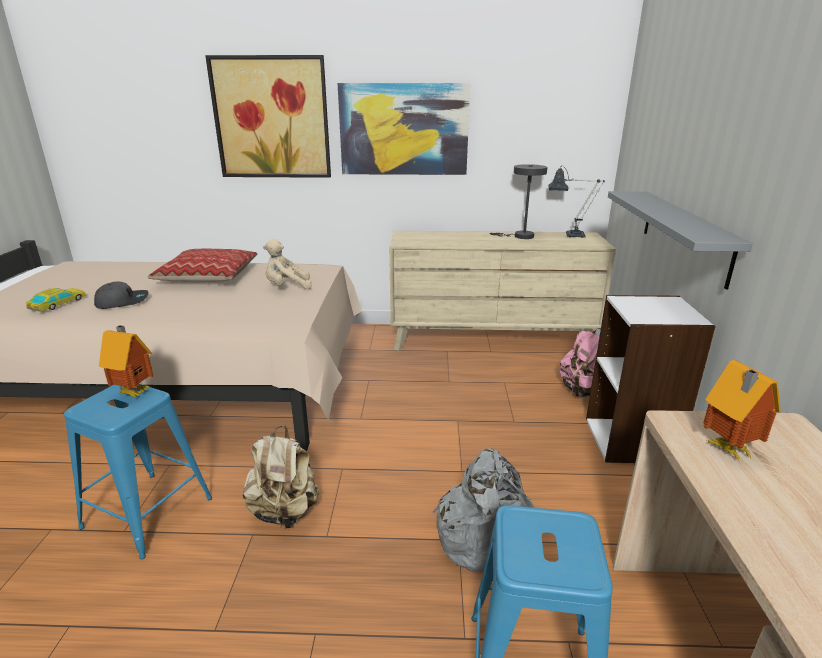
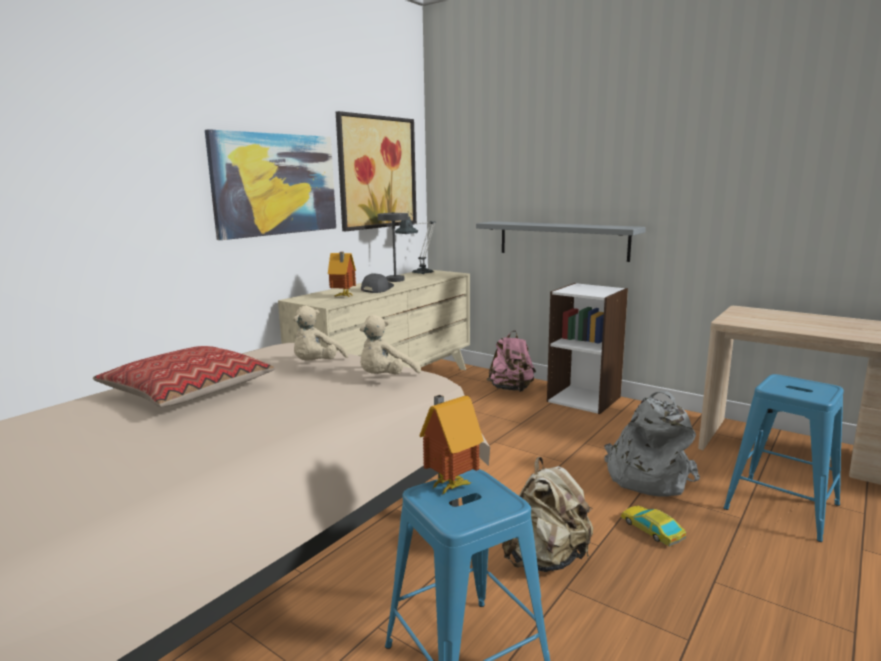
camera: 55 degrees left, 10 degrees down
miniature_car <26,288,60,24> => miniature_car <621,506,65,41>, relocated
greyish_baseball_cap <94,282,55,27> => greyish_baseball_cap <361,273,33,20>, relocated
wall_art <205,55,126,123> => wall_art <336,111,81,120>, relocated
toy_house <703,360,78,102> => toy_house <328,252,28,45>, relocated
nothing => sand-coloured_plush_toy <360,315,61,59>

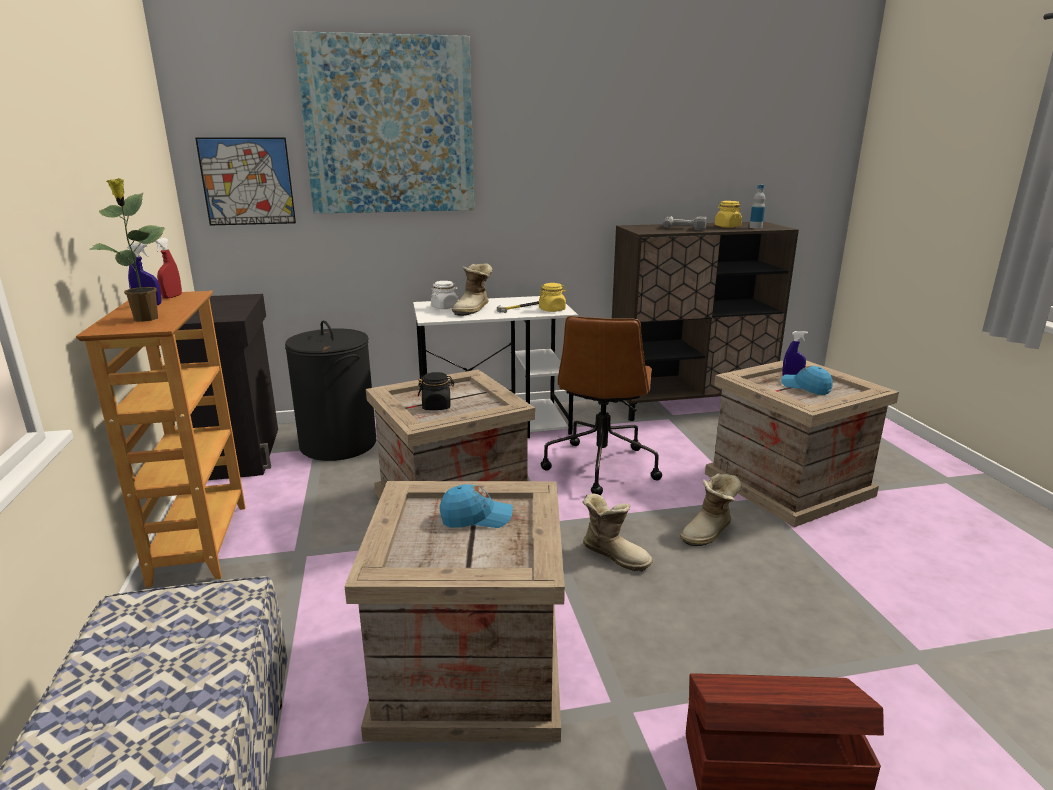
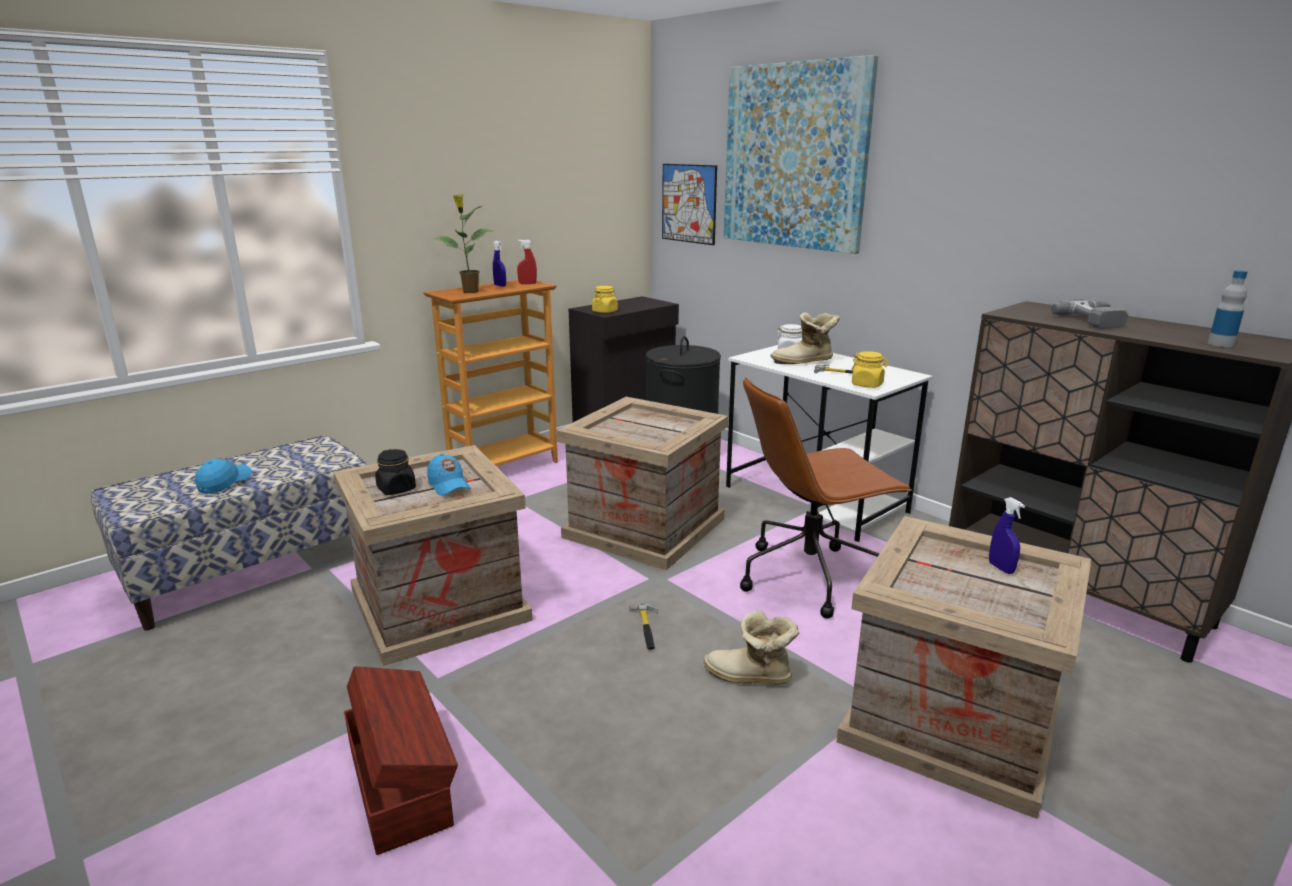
camera: 60 degrees right, 0 degrees up
black-coloured_jar <418,372,36,38> => black-coloured_jar <375,449,41,46>, relocated
boot <582,493,71,79> => hand_hammer <629,603,29,47>
yellow-coloured_jar <715,201,27,27> => yellow-coloured_jar <592,286,26,27>, relocated
bluish_baseball_cap <781,366,52,29> => bluish_baseball_cap <195,458,57,36>, relocated

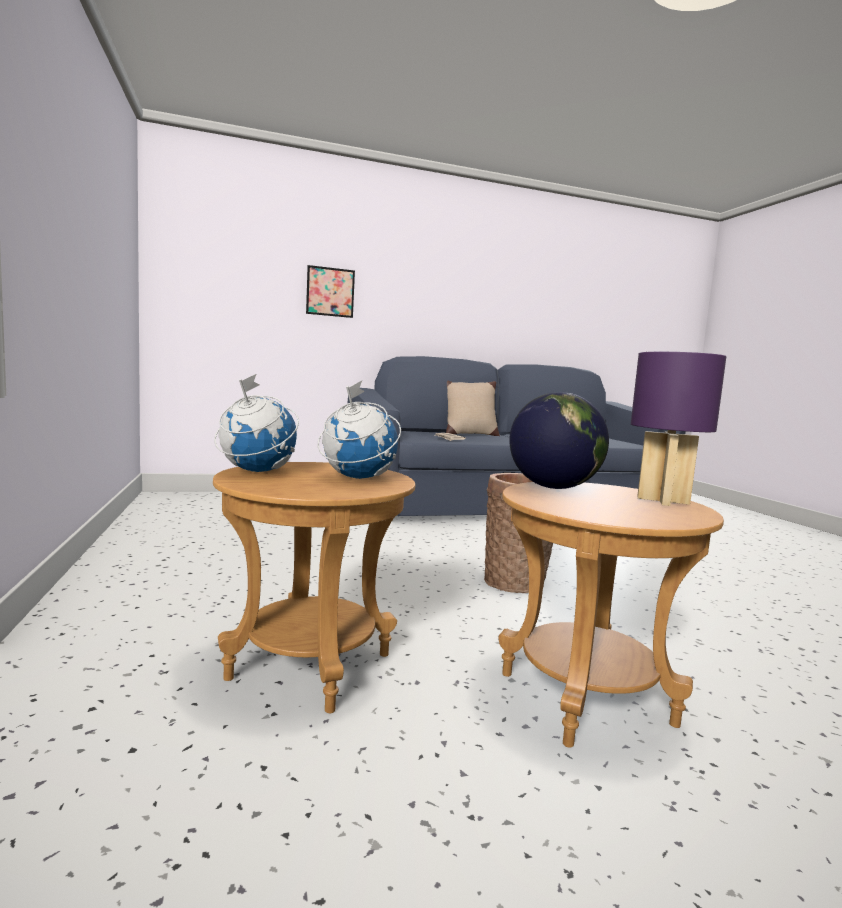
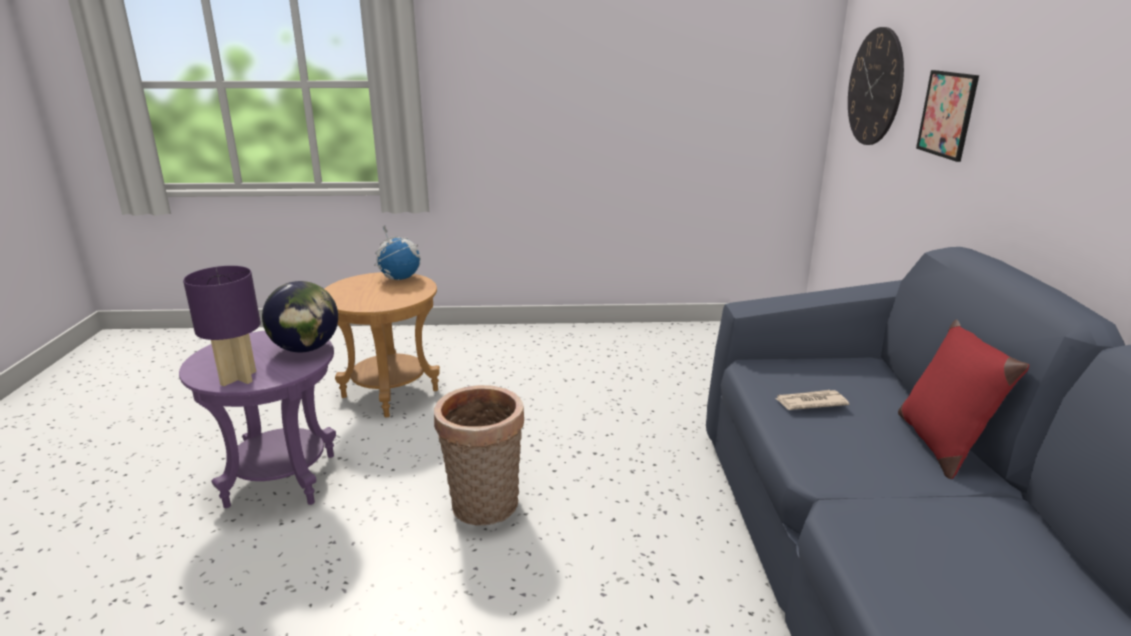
camera: 105 degrees right, 15 degrees up
world_globe <318,381,83,98> => nothing
sand-coloured_pillow <446,381,54,55> => reddish_pillow <898,320,131,159>
brown-coloured_accent_table <499,482,225,266> => purplish_accent_table <179,331,157,177>
nothing => hanging_clock <848,27,56,118>

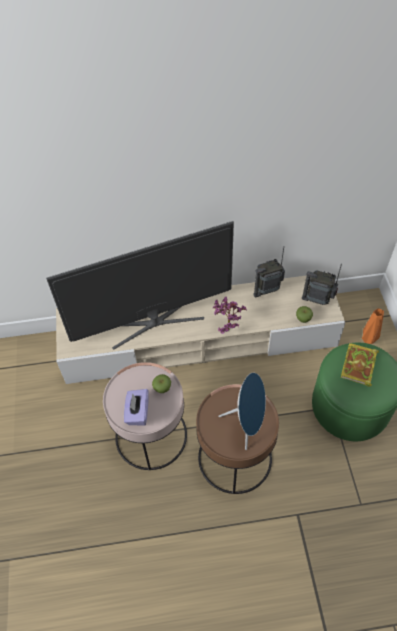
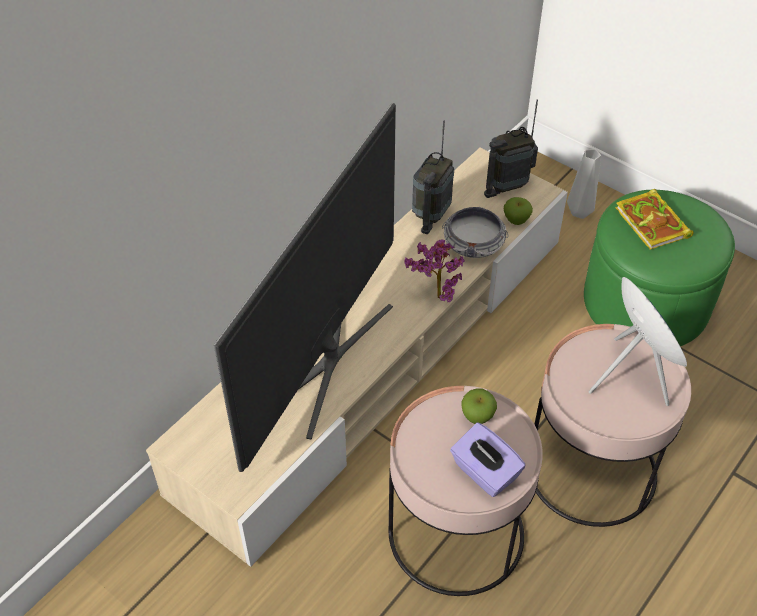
camera: 45 degrees left, 5 degrees down
brown-coloured_accent_table <196,384,83,110> => pinkish_accent_table <534,324,157,203>
orange_flower_vase <362,308,22,36> => greyish_flower_vase <567,149,34,70>
nothing => deep_dish <442,206,66,52>

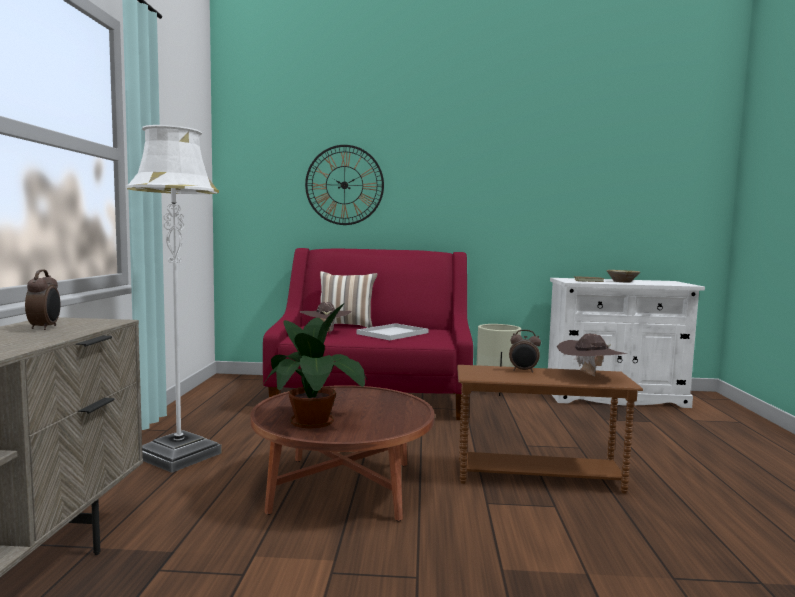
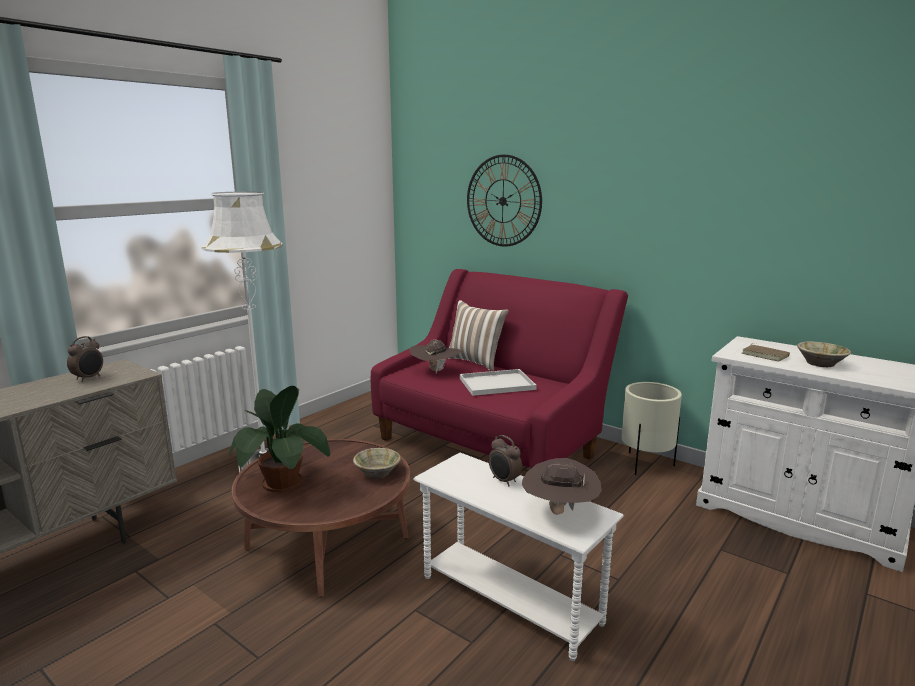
camera: 35 degrees right, 10 degrees up
brown-coloured_accent_table <457,365,186,129> => whitish_accent_table <413,453,210,208>
nothing => sand-coloured_deep_dish <353,448,48,31>

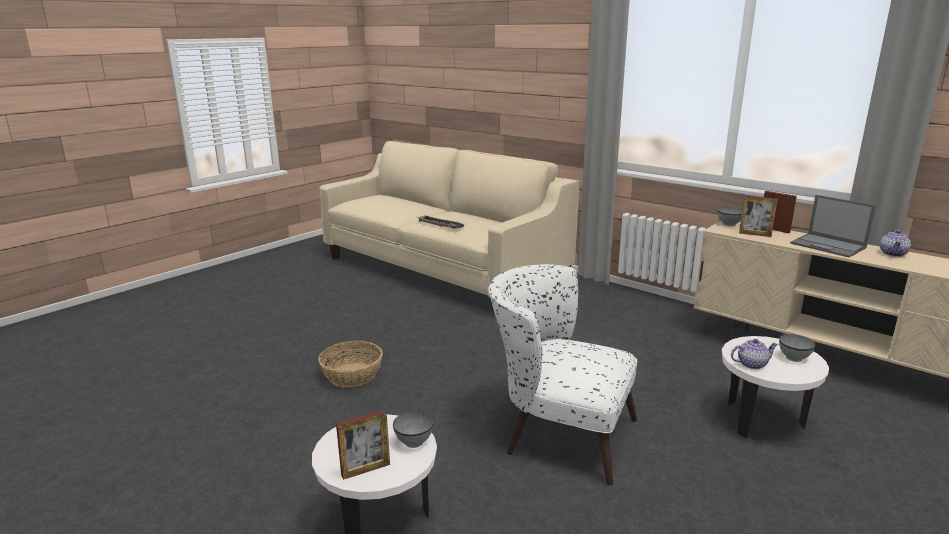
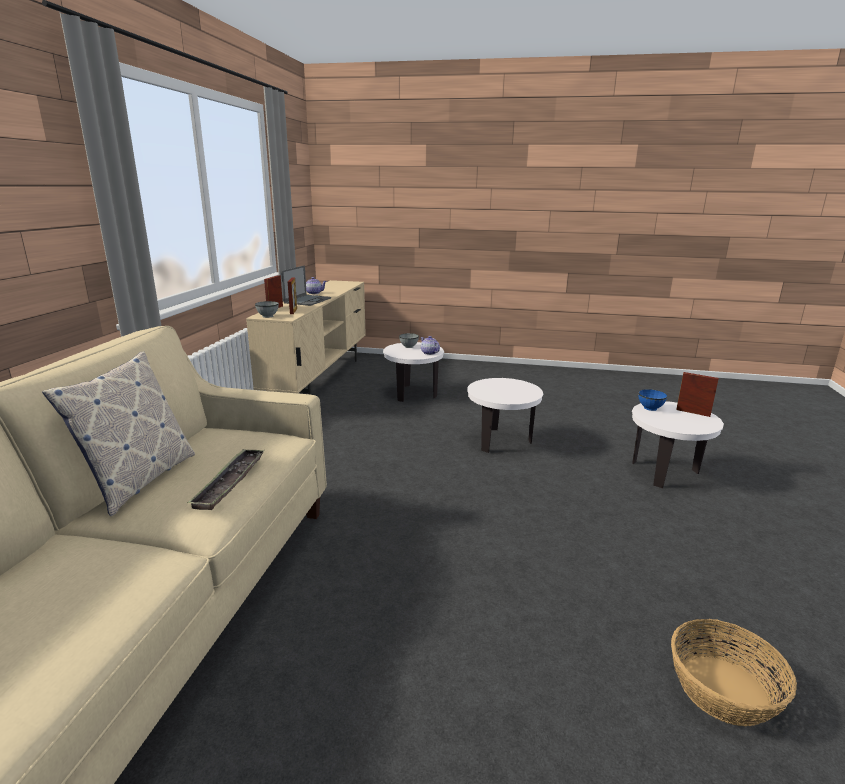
camera: 120 degrees left, 0 degrees up
storage_basket <318,341,65,47> => storage_basket <671,619,126,108>, relocated
greyish_deep_dish <393,411,40,37> => bluish_deep_dish <638,389,29,22>
whitish_lounge_chair <489,264,148,221> => whitish_accent_table <467,378,76,75>
nothing => pillow <42,351,153,165>

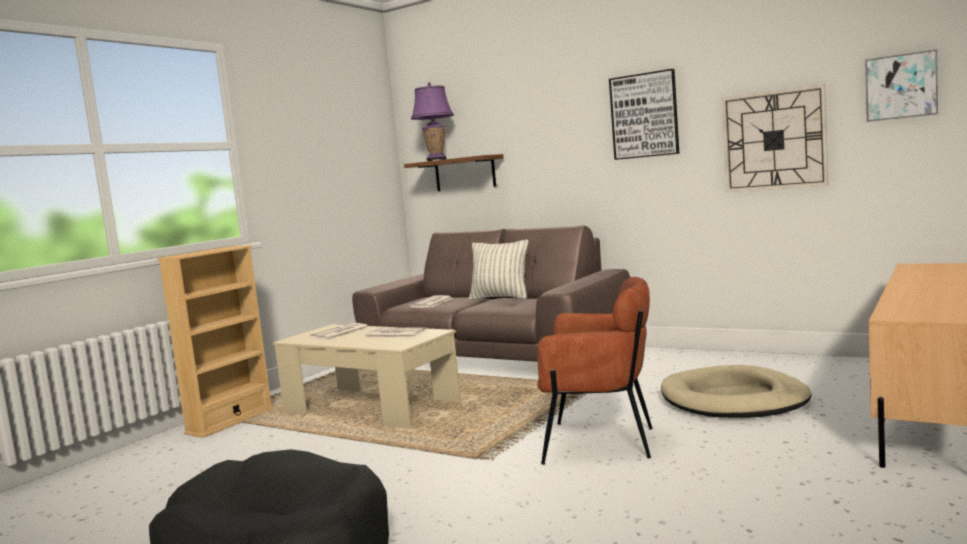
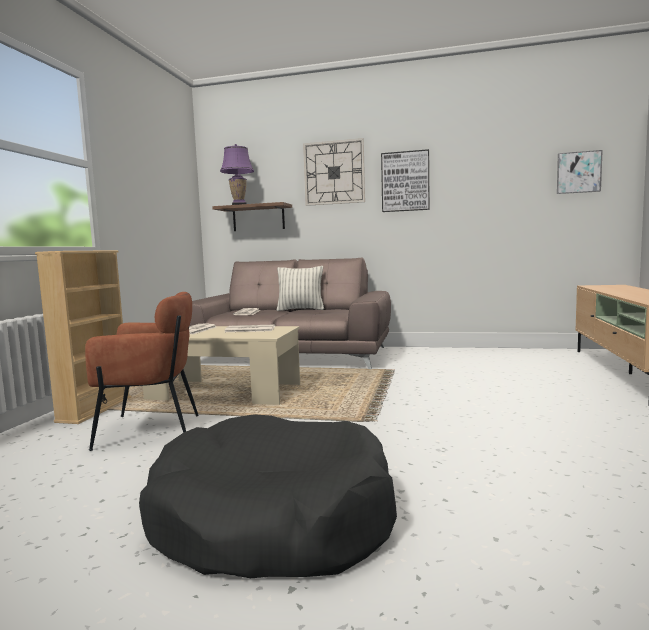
camera: 20 degrees left, 0 degrees up
brown-coloured_lounge_chair <537,277,116,188> => brown-coloured_lounge_chair <85,292,114,159>, relocated
sand-coloured_dog_bed <661,365,151,53> => nothing
hanging_clock <722,84,107,108> => hanging_clock <303,138,62,68>, relocated

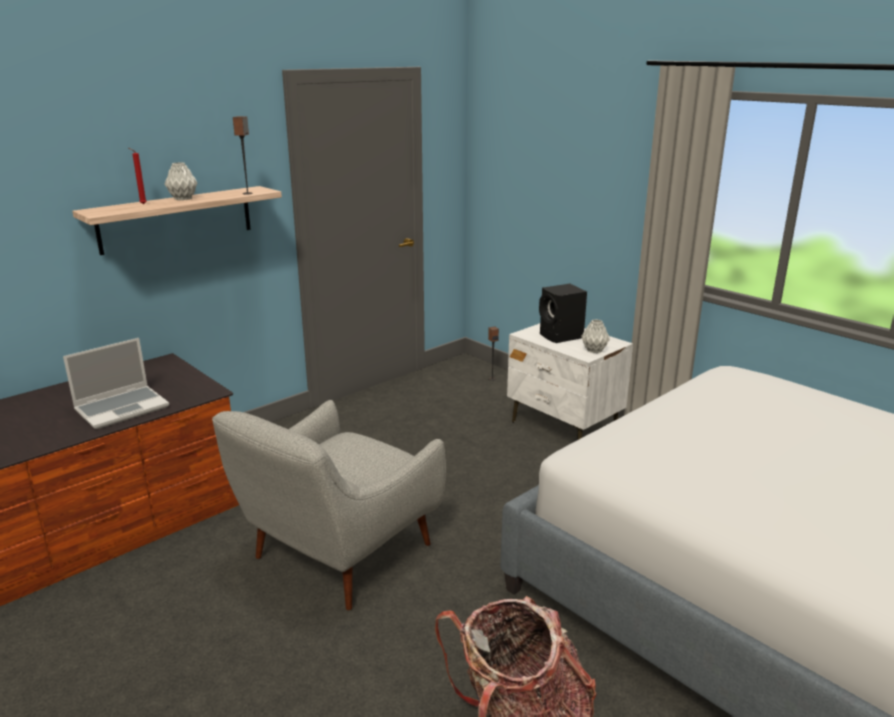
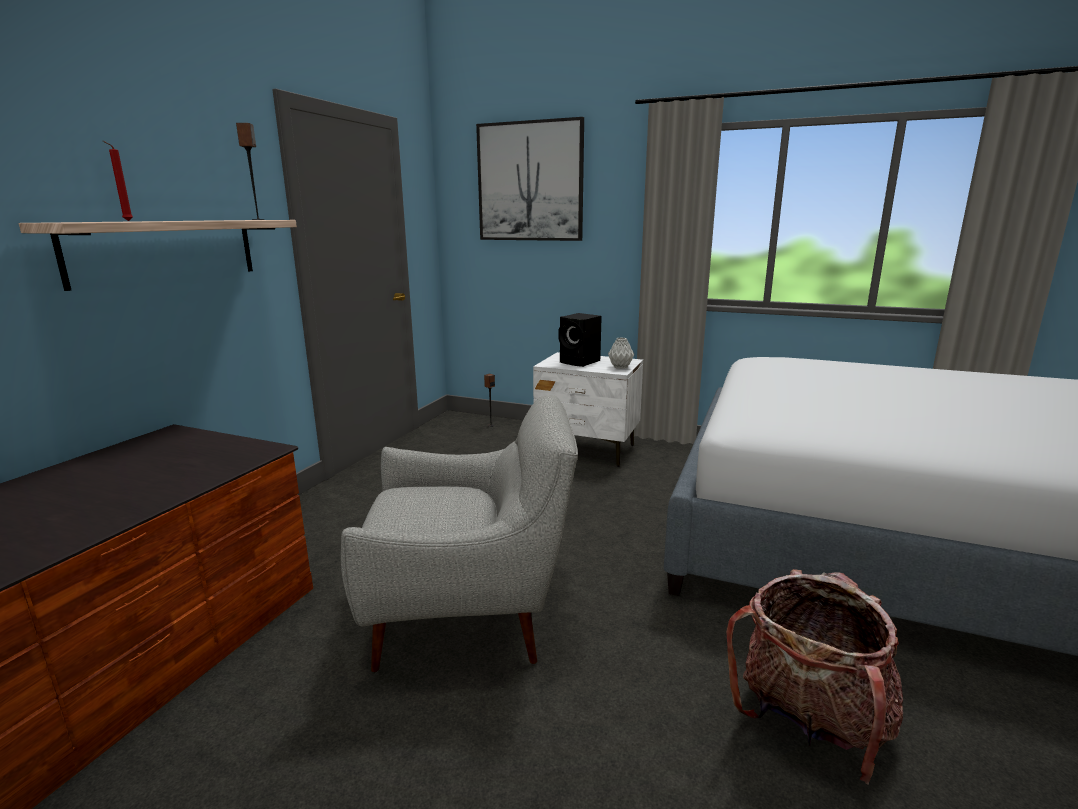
camera: 25 degrees left, 5 degrees down
notebook_computer <63,338,106,91> => nothing
greyish_flower_vase <164,162,33,39> => nothing
greyish_lounge_chair <212,400,234,210> => greyish_lounge_chair <341,395,237,277>, 105 degrees counterclockwise
nothing => wall_art <476,117,108,124>

